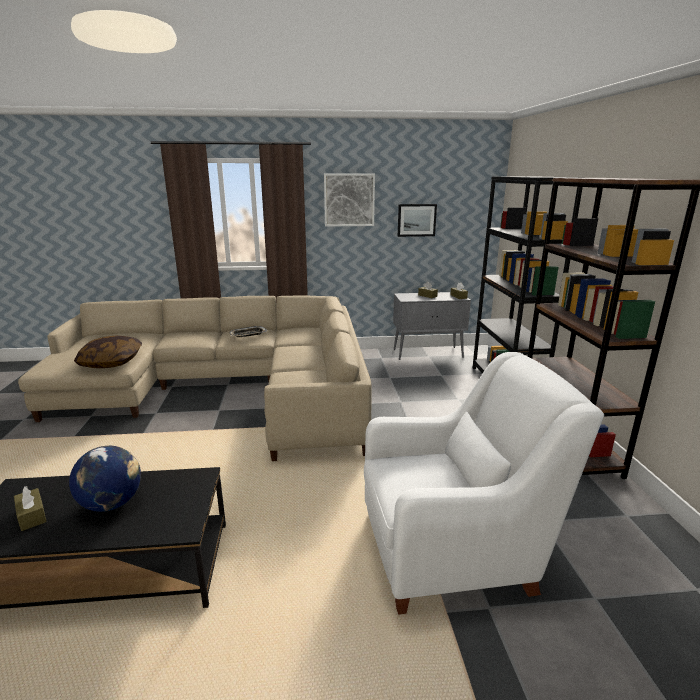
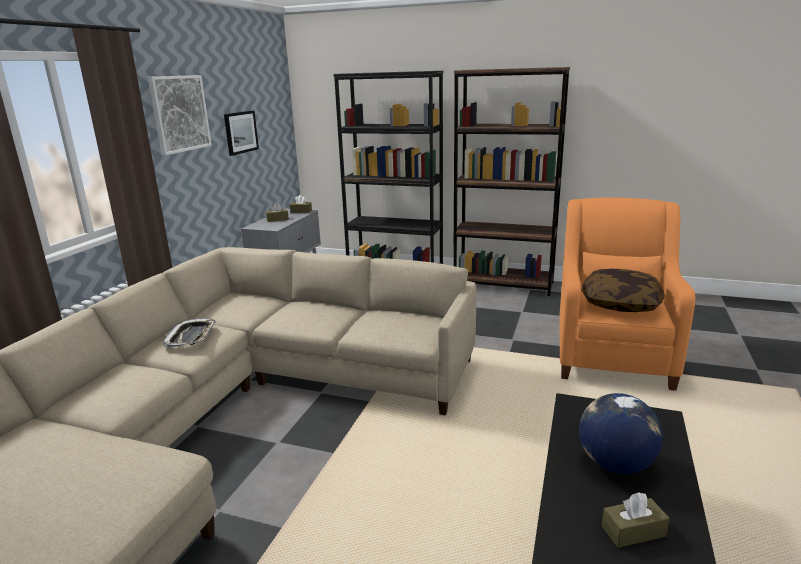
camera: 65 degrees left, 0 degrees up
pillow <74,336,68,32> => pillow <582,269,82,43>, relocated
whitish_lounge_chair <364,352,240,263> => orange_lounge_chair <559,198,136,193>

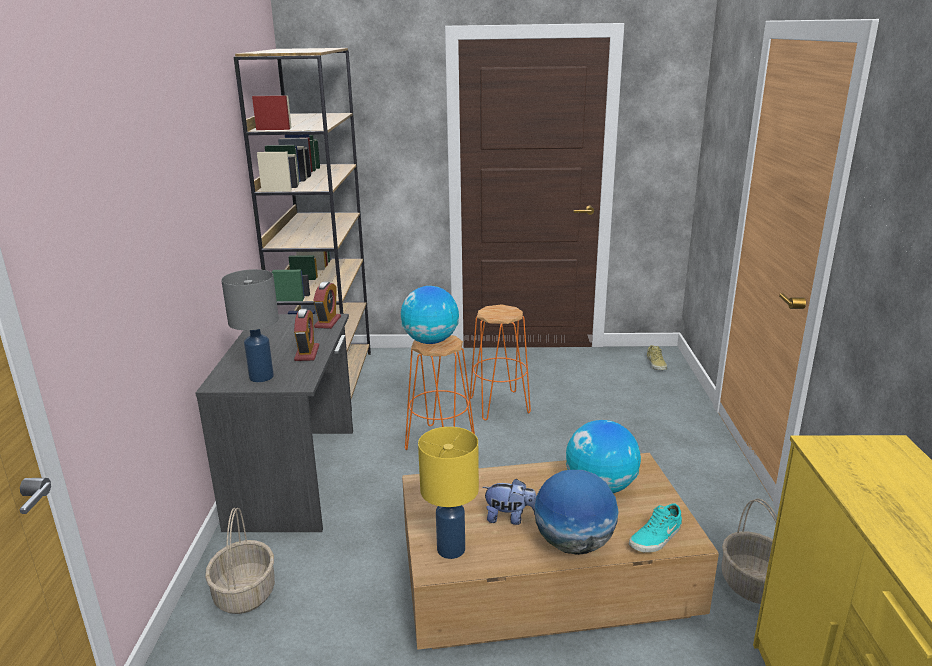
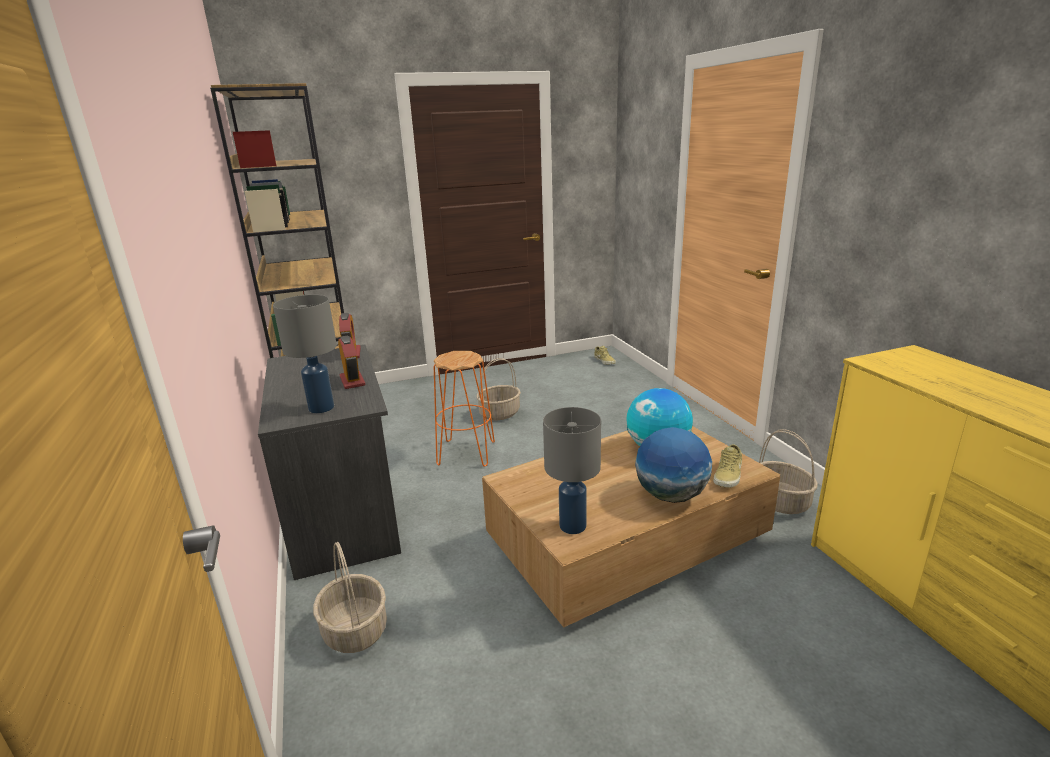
camera: 20 degrees left, 0 degrees up
world_globe <401,286,58,58> => nothing
yellow-coloured_tabletop_lamp <418,427,61,132> => greyish_tabletop_lamp <543,407,58,127>
orange_sitting_stool <470,304,61,116> => storage_basket <476,358,45,62>
plush_toy <482,479,54,46> => nothing
turquoise-coloured_shoe <629,503,53,50> => sand-coloured_shoe <713,444,29,44>

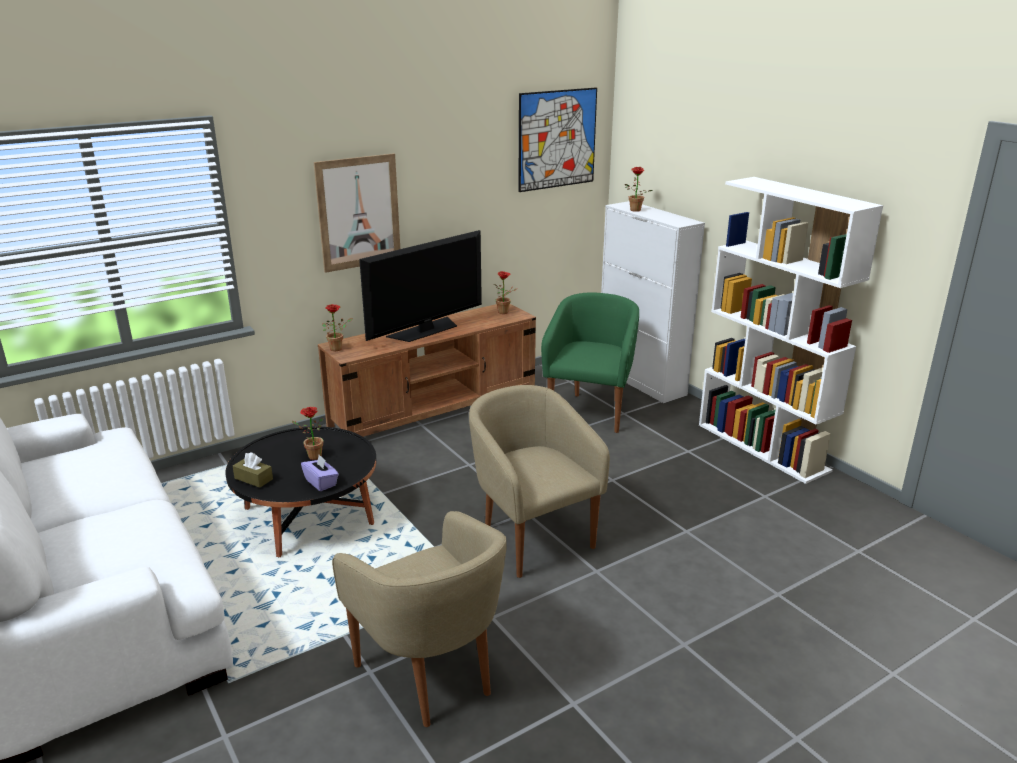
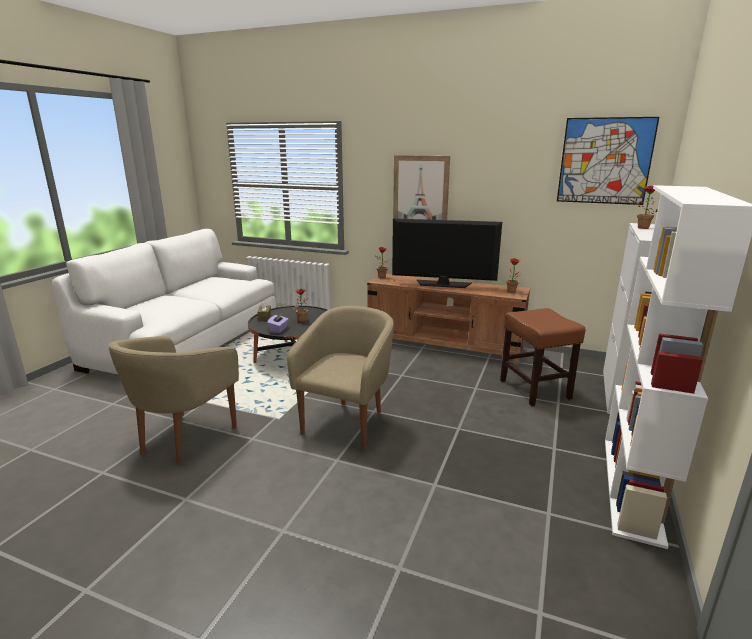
camera: 55 degrees right, 5 degrees down
green_lounge_chair <541,292,98,141> => brown-coloured_sitting_stool <500,308,86,98>

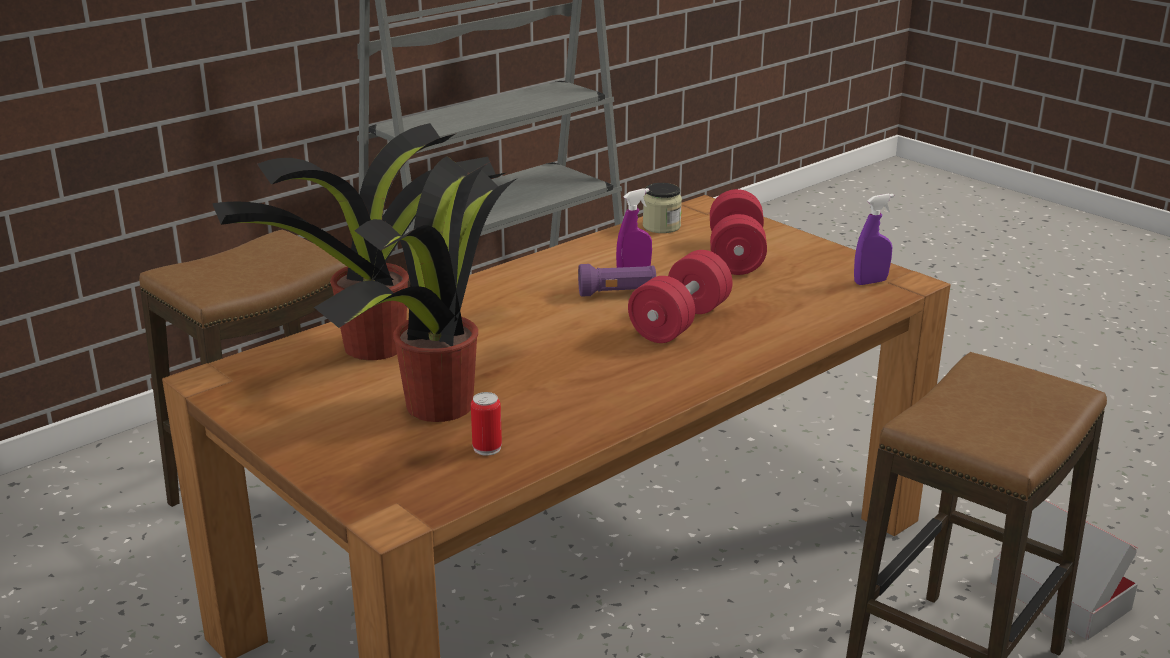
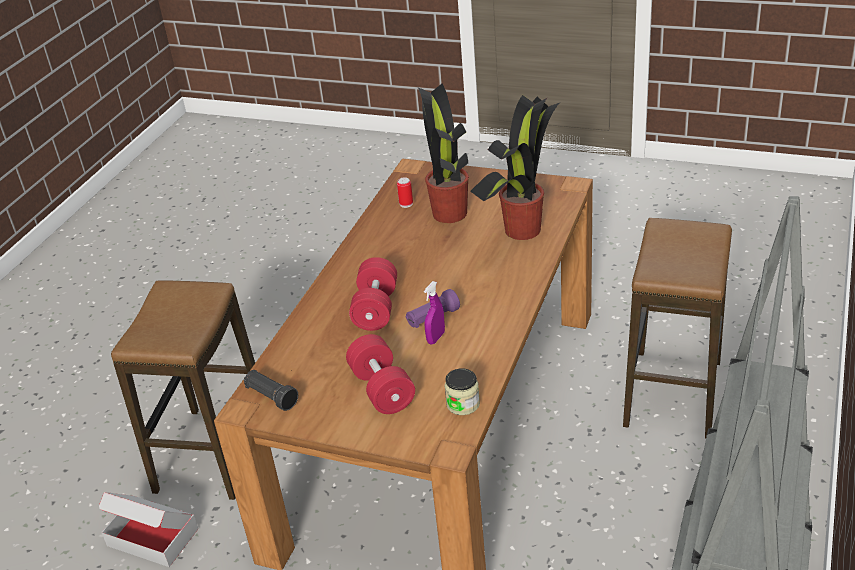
camera: 155 degrees right, 10 degrees up
purplish_spray_bottle <854,194,40,91> => black-coloured_hand_torch <243,370,55,41>

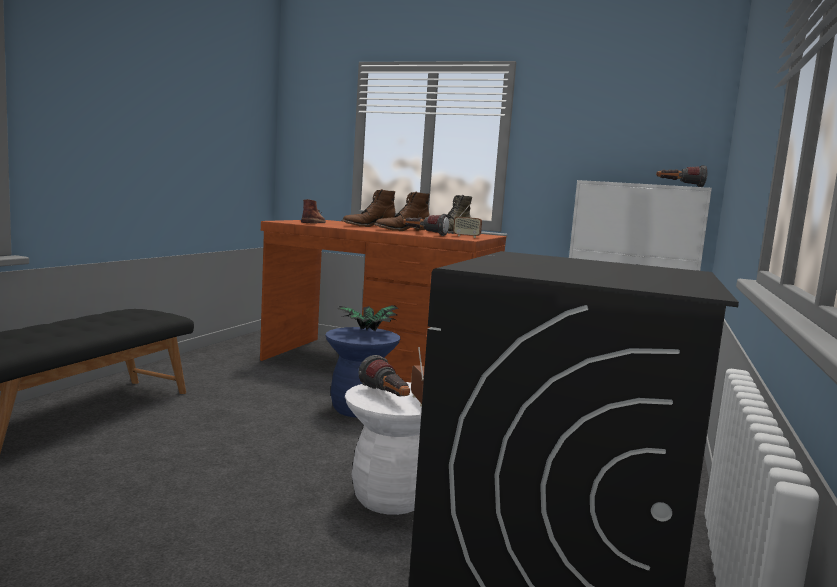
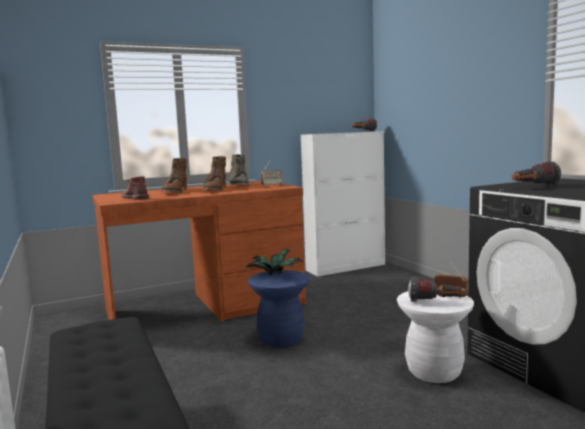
camera: 45 degrees left, 0 degrees up
hand_torch <403,214,46,22> => hand_torch <512,161,49,25>, relocated

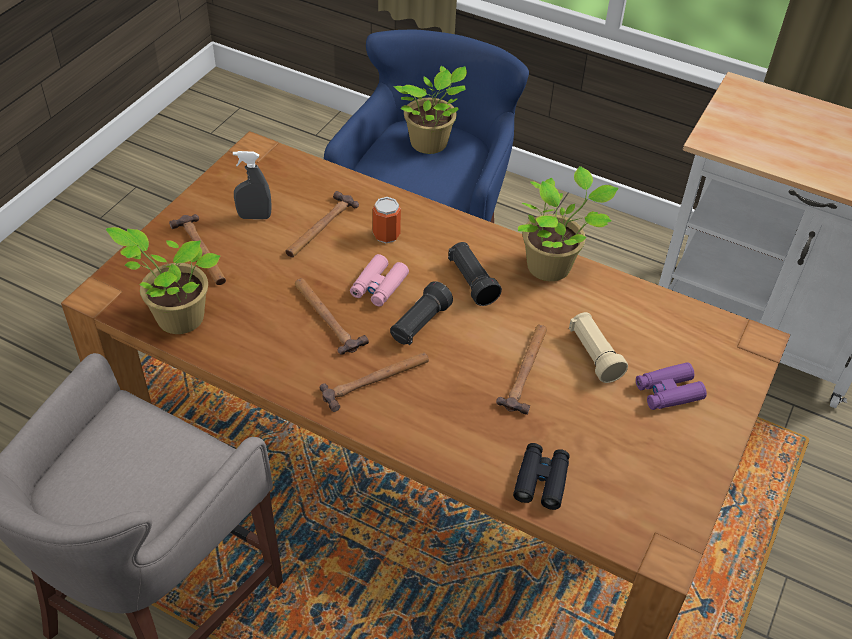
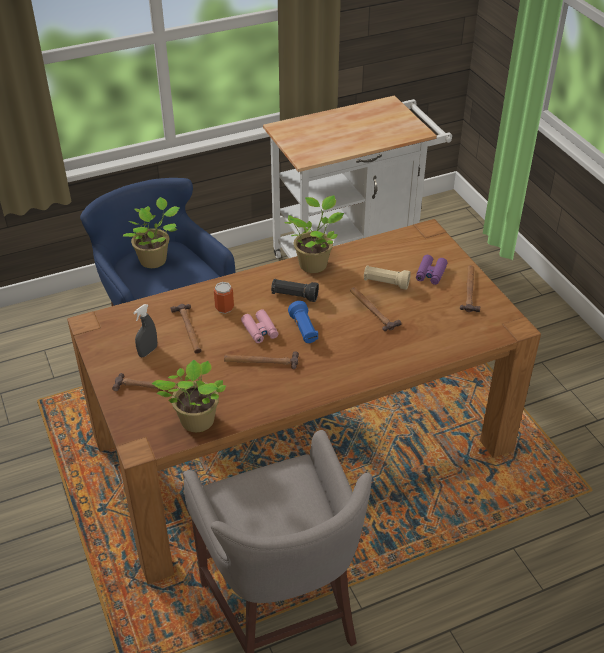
camera: 50 degrees left, 5 degrees down
hand_hammer <320,352,109,60> => hand_hammer <460,266,20,46>, relocated
black-coloured_hand_torch <390,281,63,64> => bluish_hand_torch <288,301,30,42>
black-coloured_binoculars <513,443,57,67> => nothing

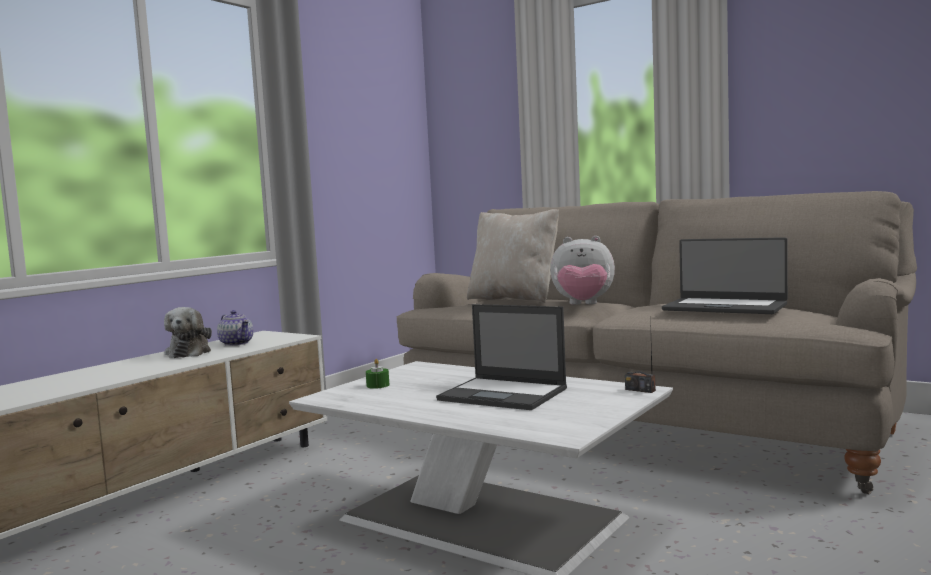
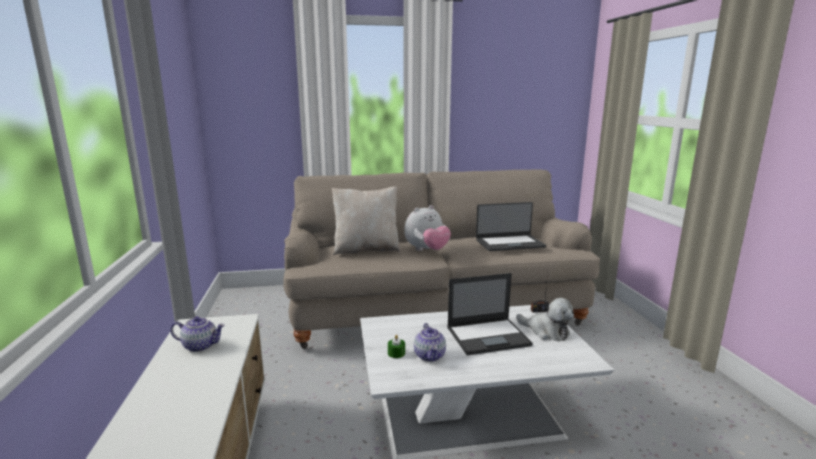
camera: 45 degrees left, 10 degrees up
plush_toy <164,307,48,51> => plush_toy <516,298,58,43>, relocated
nothing => teapot <414,323,32,39>

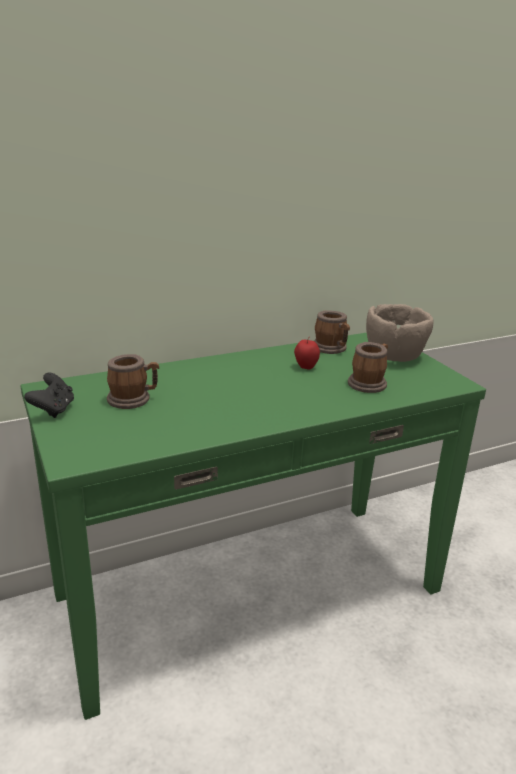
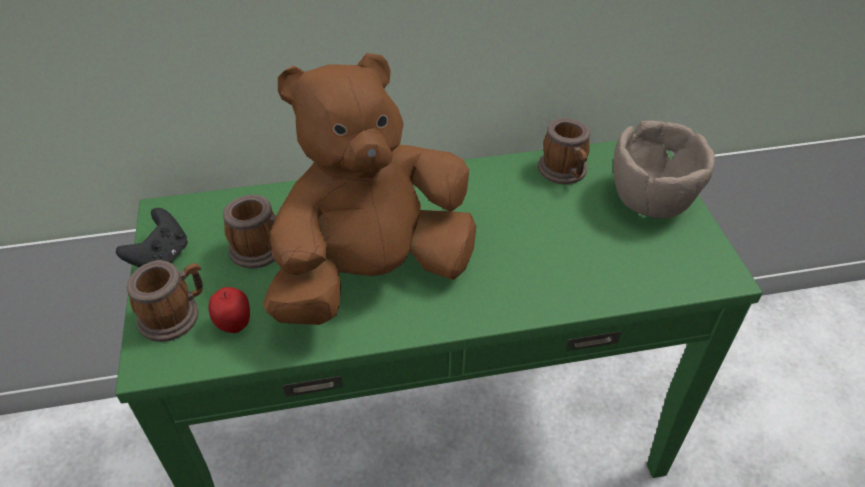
camera: 15 degrees right, 20 degrees up
apple_fruit <294,338,26,32> => apple_fruit <209,287,41,46>, relocated
tea_mug <348,342,40,51> => tea_mug <126,260,77,82>, relocated
nothing => brown-coloured_plush_toy <263,53,213,272>

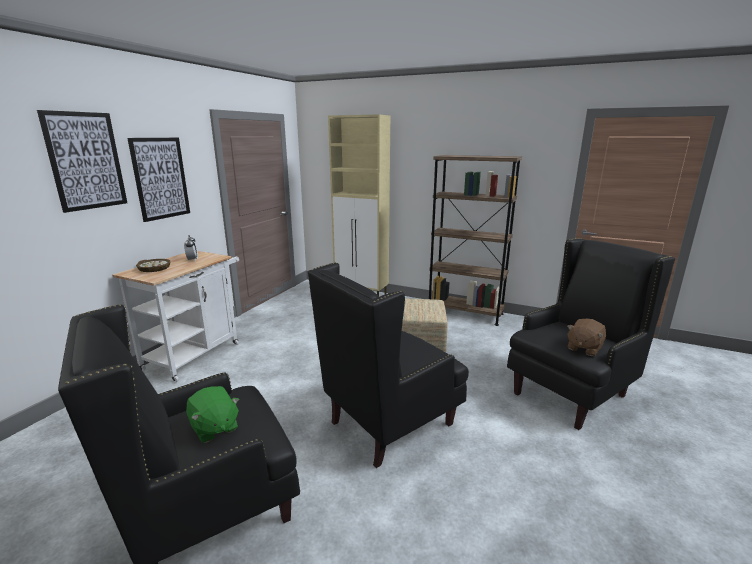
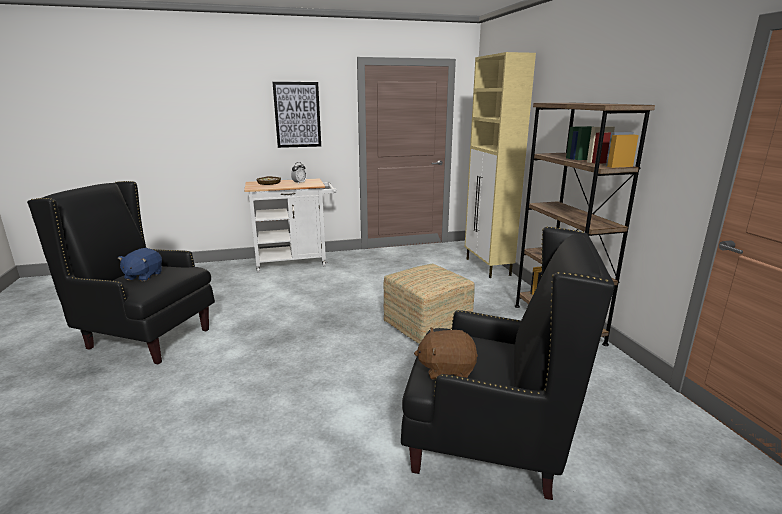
camera: 50 degrees right, 0 degrees up
wall_art <37,110,90,103> => nothing
green_plush_toy <186,386,53,57> => bluish_plush_toy <118,248,44,33>
black-coloured_lounge_chair <308,262,161,206> => nothing

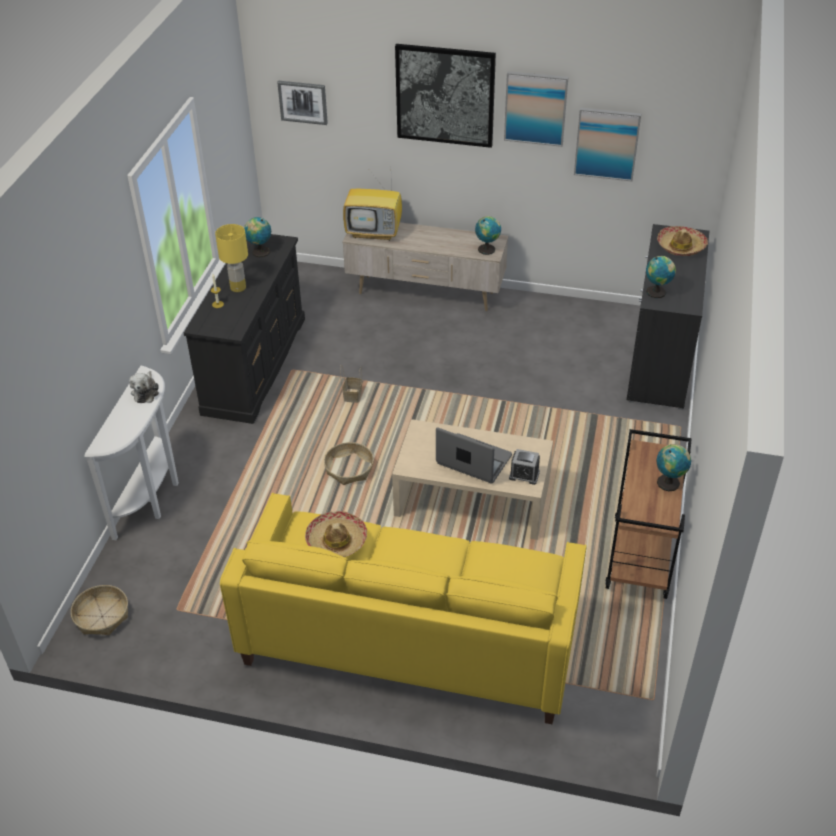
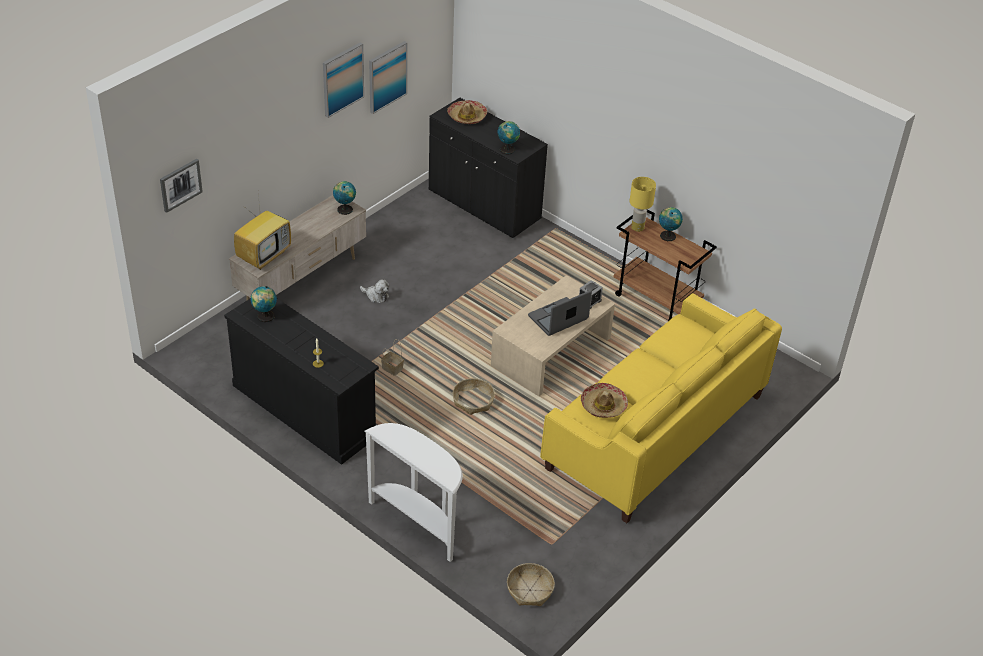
camera: 65 degrees left, 0 degrees up
plush_toy <129,371,30,32> => plush_toy <360,280,29,23>, relocated
yellow-coloured_tabletop_lamp <215,224,33,68> => yellow-coloured_tabletop_lamp <630,177,26,55>, relocated
wall_art <395,44,101,104> => nothing

